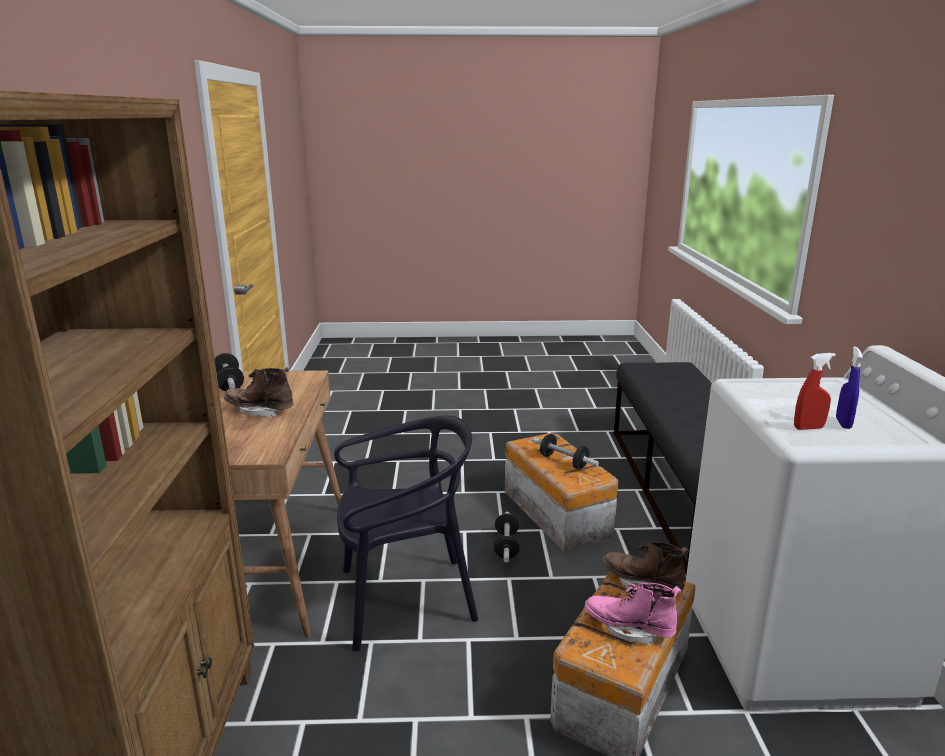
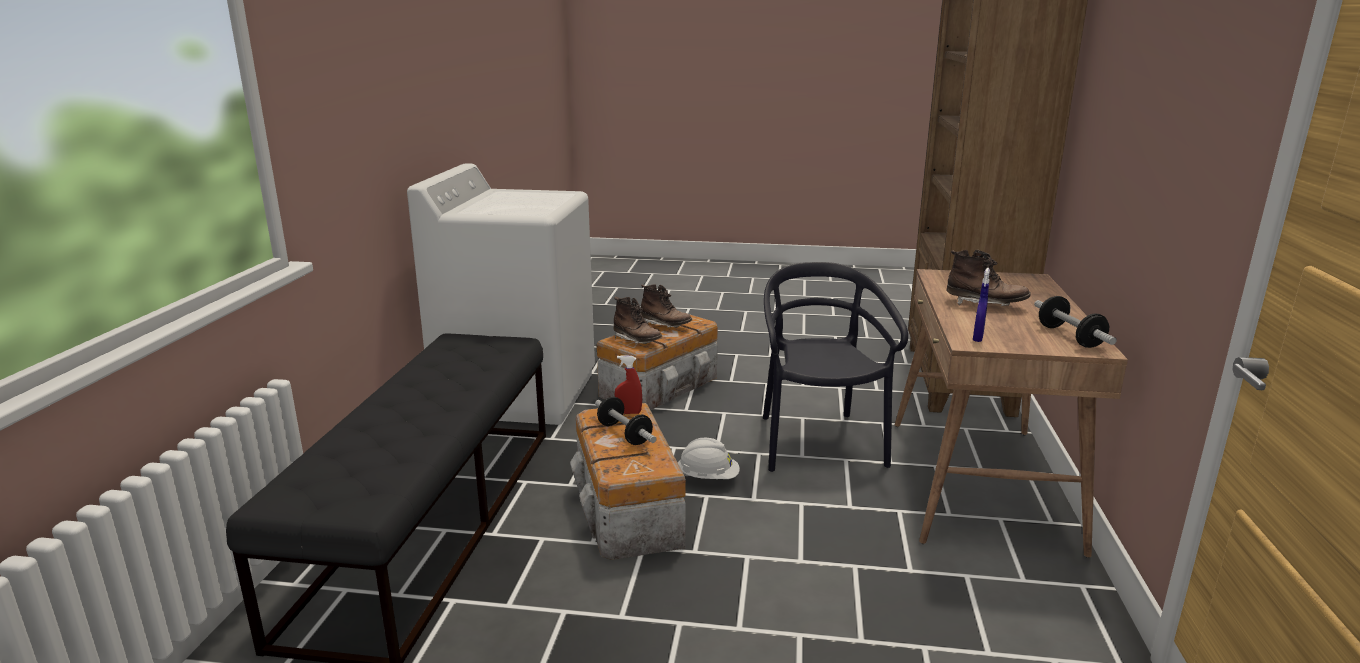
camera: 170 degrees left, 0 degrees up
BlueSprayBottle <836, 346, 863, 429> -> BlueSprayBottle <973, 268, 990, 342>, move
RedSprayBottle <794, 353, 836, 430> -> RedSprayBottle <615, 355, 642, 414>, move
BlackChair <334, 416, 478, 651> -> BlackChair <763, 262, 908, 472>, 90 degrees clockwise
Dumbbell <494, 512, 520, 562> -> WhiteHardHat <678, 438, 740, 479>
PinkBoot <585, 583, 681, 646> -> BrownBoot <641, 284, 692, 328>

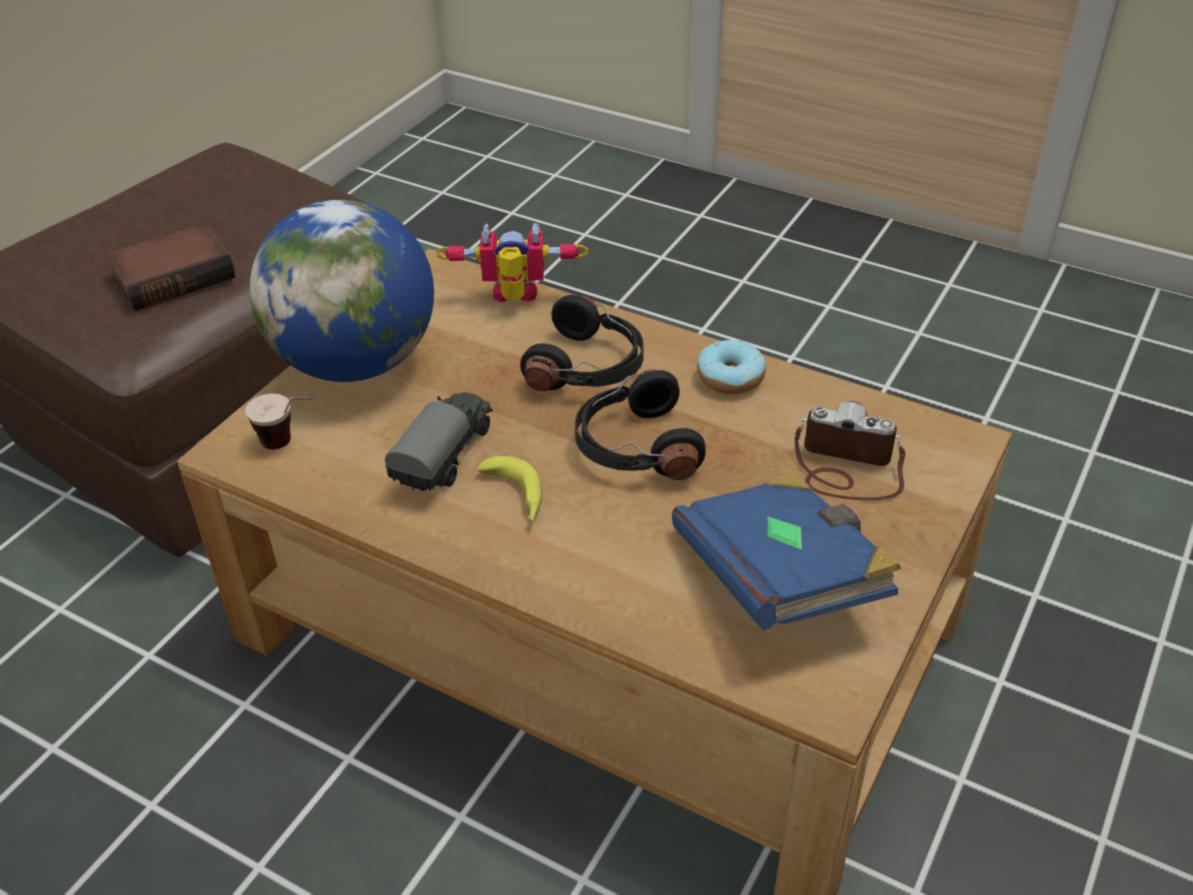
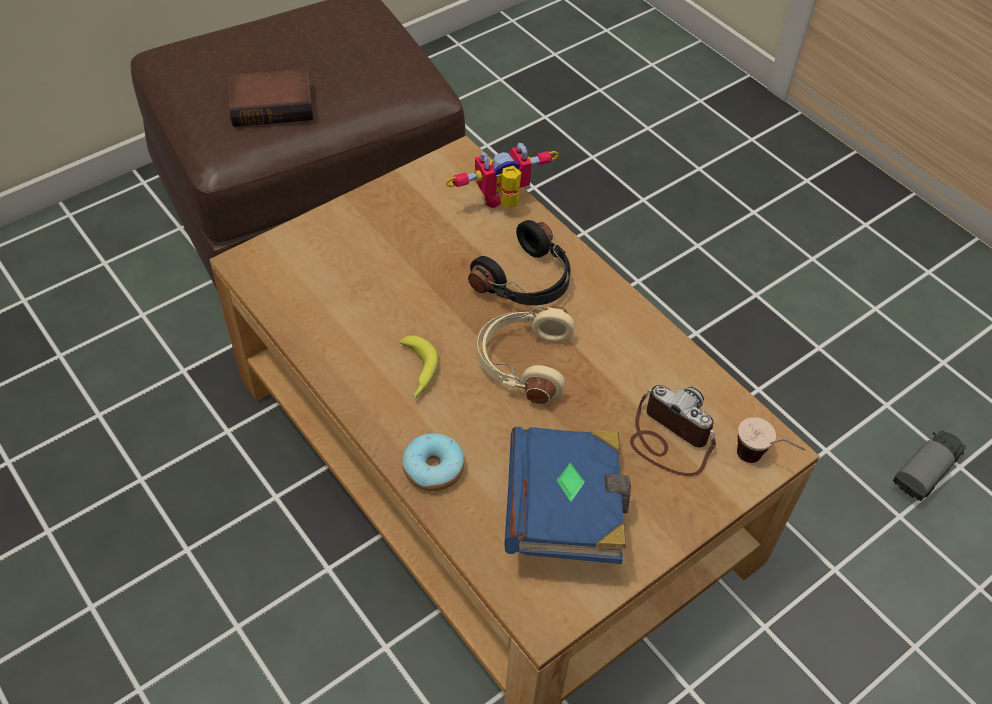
camera: 20 degrees right, 10 degrees up
Globe <250, 200, 434, 382> -> none
ToyRobot <436, 223, 588, 302> -> ToyRobot <446, 143, 559, 208>, 45 degrees counterclockwise
Donut <697, 339, 766, 394> -> Donut <403, 433, 464, 491>, move
BlackHeadphones <575, 369, 706, 480> -> BeigeHeadphones <477, 306, 575, 404>
ToyTruck <385, 392, 493, 492> -> ToyTruck <893, 430, 965, 501>, move
Cup <245, 394, 315, 450> -> Cup <737, 417, 805, 463>, move

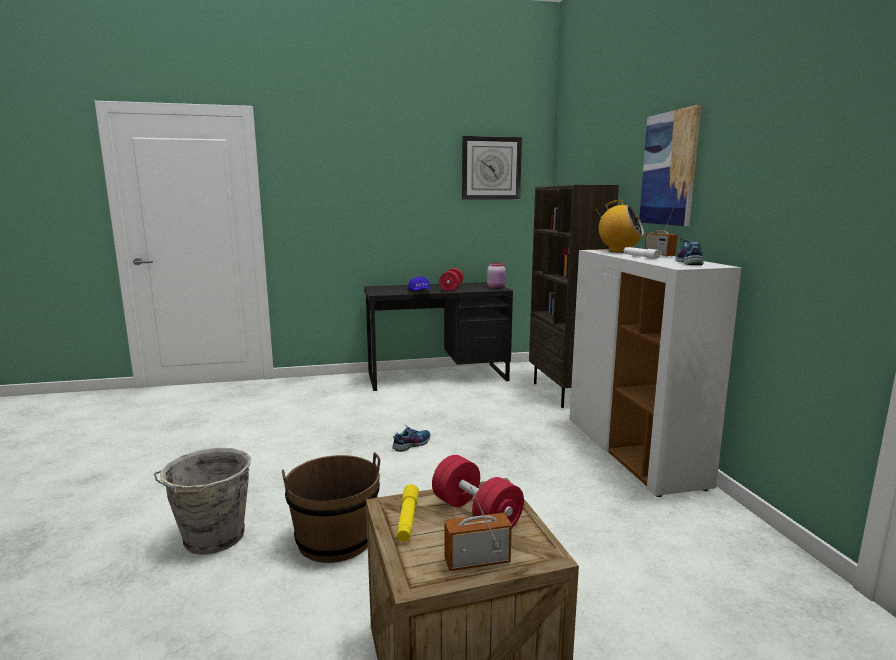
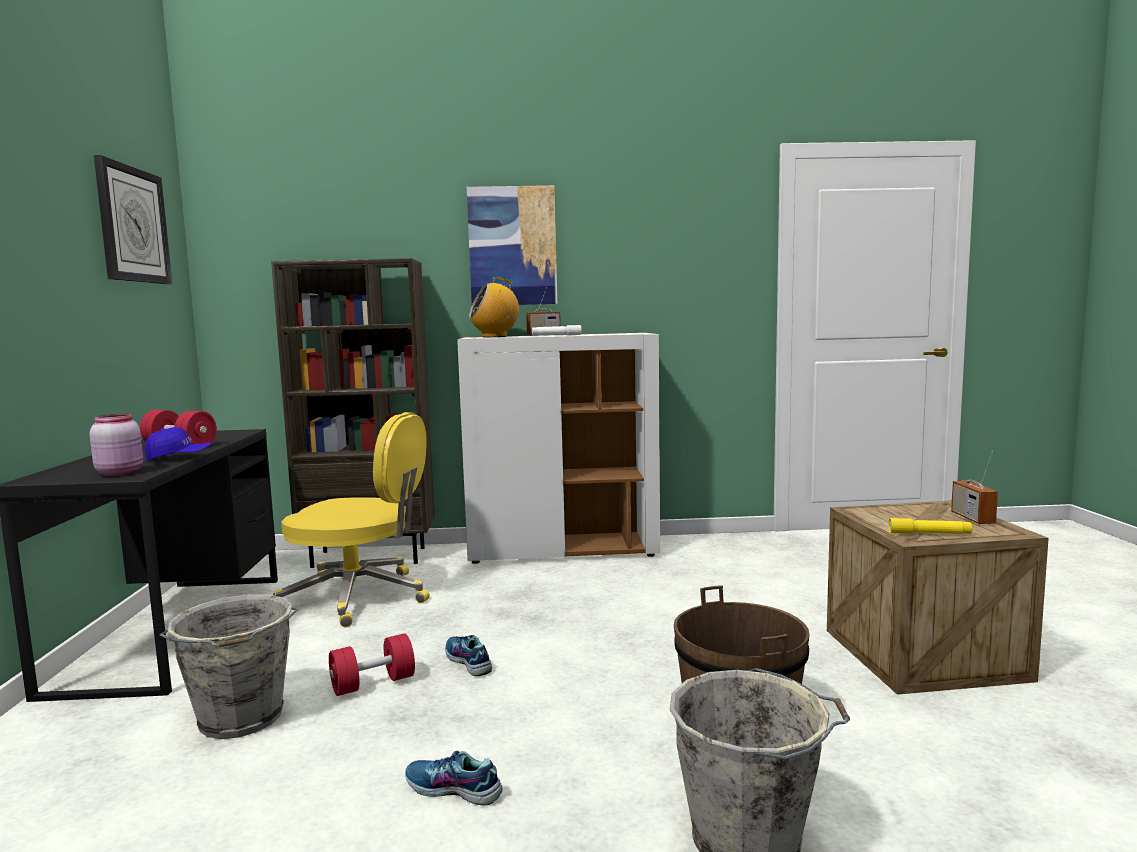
camera: 80 degrees left, 5 degrees down
Radio <596, 200, 644, 253> -> Radio <469, 277, 519, 337>, 150 degrees counterclockwise
Shoe <675, 238, 704, 265> -> Shoe <405, 751, 503, 806>, move
PinkJar <487, 262, 506, 289> -> PinkJar <89, 414, 143, 476>, move
RedDumbbell <432, 455, 524, 528> -> RedDumbbell <329, 633, 415, 696>, move
none -> YellowOfficeChair <273, 412, 430, 628>
none -> GreyBucket <160, 594, 298, 739>

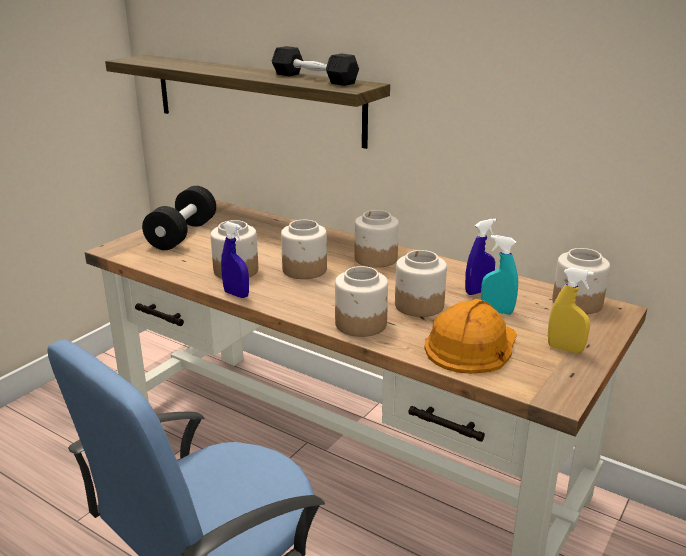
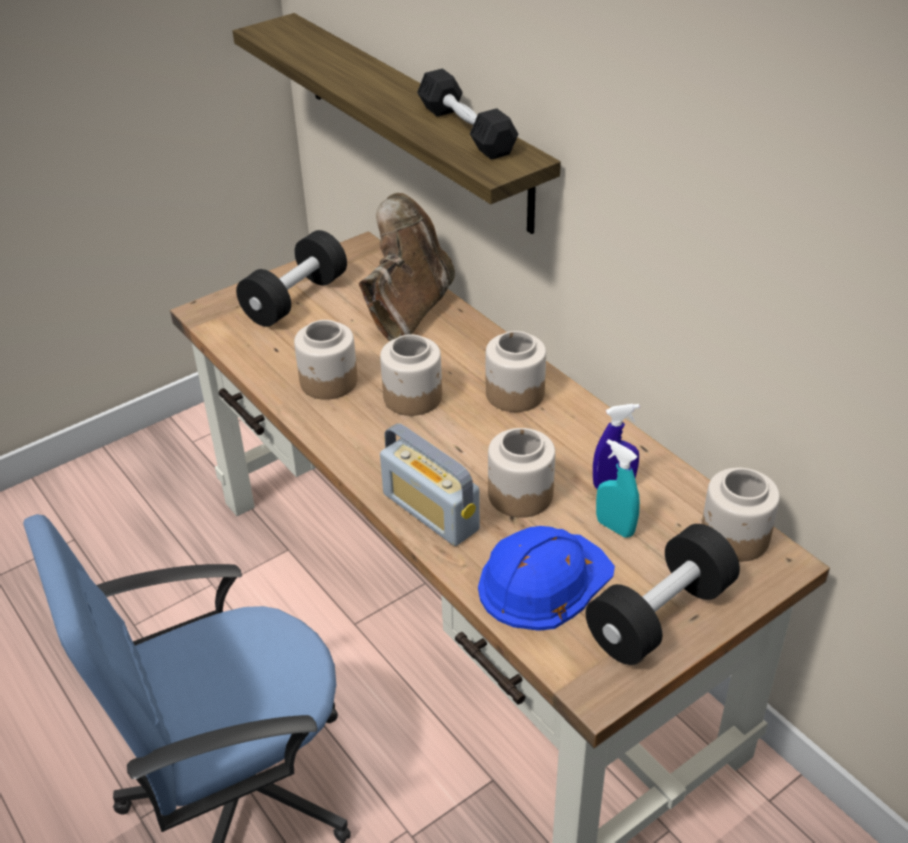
camera: 20 degrees right, 15 degrees up
BlueSprayBottle <221, 222, 249, 298> -> none
Jar <335, 266, 388, 337> -> Radio <380, 423, 480, 546>
YellowSprayBottle <548, 267, 594, 353> -> BlackDumbbell <586, 524, 740, 665>
OrangeHardHat <424, 299, 517, 374> -> BlueHardHat <478, 526, 615, 631>
none -> BrownBoot <359, 193, 455, 341>

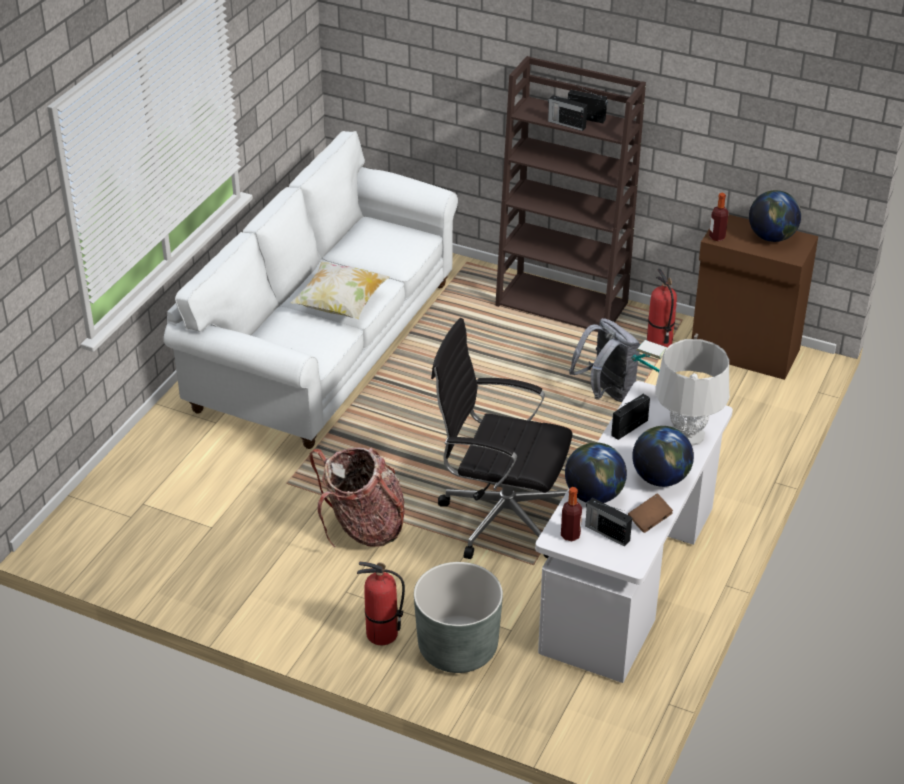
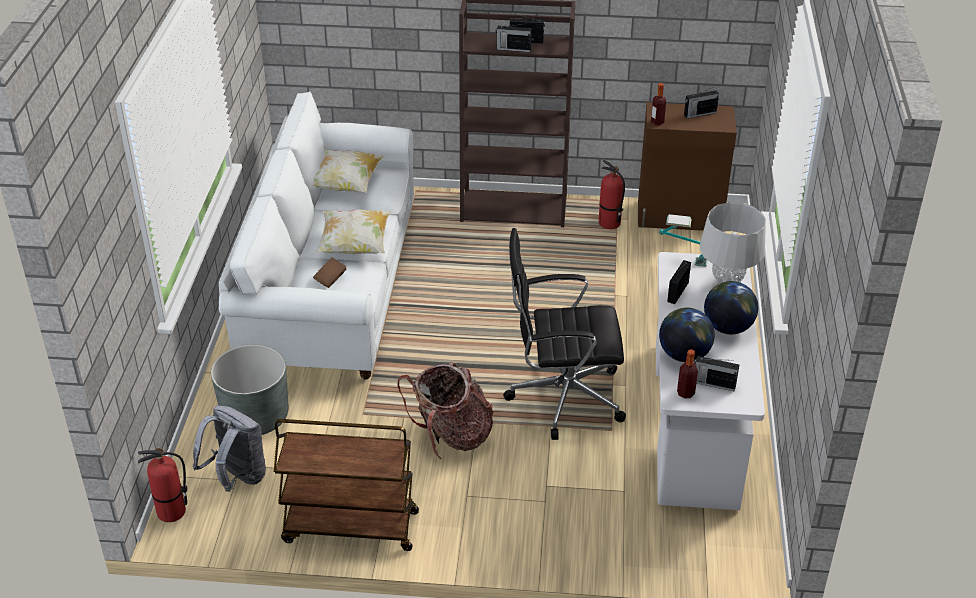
camera: 20 degrees left, 0 degrees up
Globe <749, 190, 801, 242> -> Radio <684, 87, 719, 118>
GreyBackpack <569, 318, 640, 402> -> GreyBackpack <193, 405, 266, 492>, move
BrownBook <628, 493, 673, 533> -> BrownBook <313, 257, 347, 288>, move
FireExtinguisher <357, 562, 405, 645> -> FireExtinguisher <138, 448, 187, 522>, move
GreyPlanter <414, 562, 503, 673> -> GreyPlanter <211, 344, 288, 435>, move
none -> Pillow <312, 149, 384, 193>
none -> BrownCart <273, 419, 419, 551>

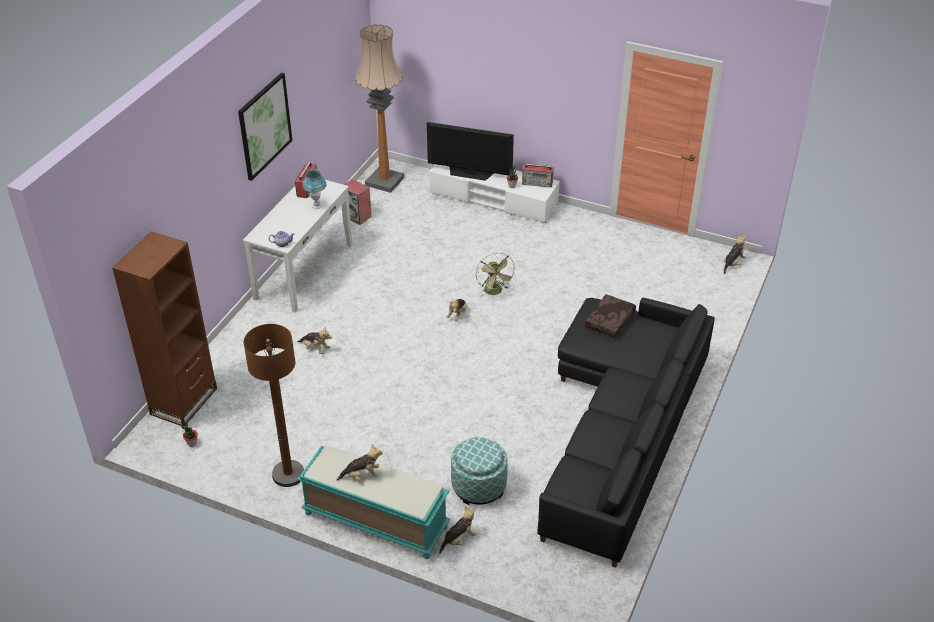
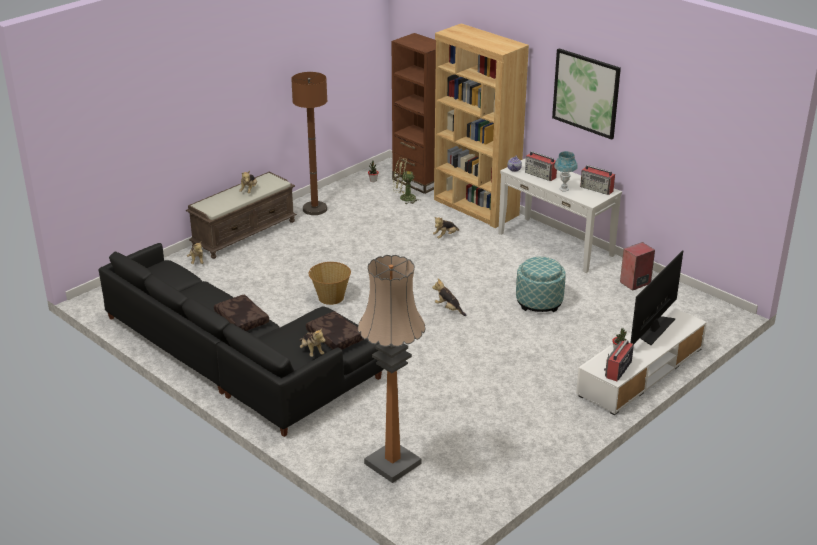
camera: 110 degrees right, 10 degrees down
FloorLamp <355, 24, 404, 193> -> FloorLamp <358, 255, 425, 483>, move
PlushToy <724, 235, 746, 274> -> PlushToy <299, 328, 326, 357>, move
GreenFan <476, 253, 516, 297> -> GreenFan <393, 158, 420, 205>, move
Ottoman <451, 437, 508, 505> -> Ottoman <516, 257, 566, 312>, move
TurquoiseBench <297, 446, 450, 559> -> BrownBench <186, 171, 297, 259>
none -> BrownBookcase <434, 23, 529, 228>
none -> Radio <525, 151, 557, 181>
none -> Basket <309, 262, 351, 305>
none -> BrownPillow <214, 294, 269, 331>

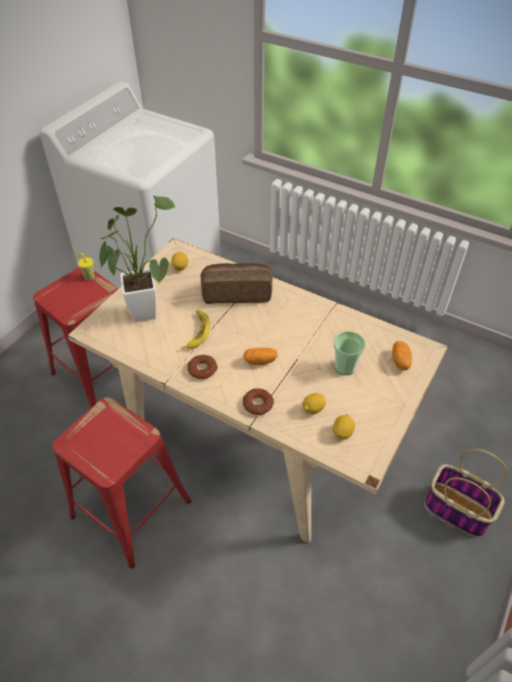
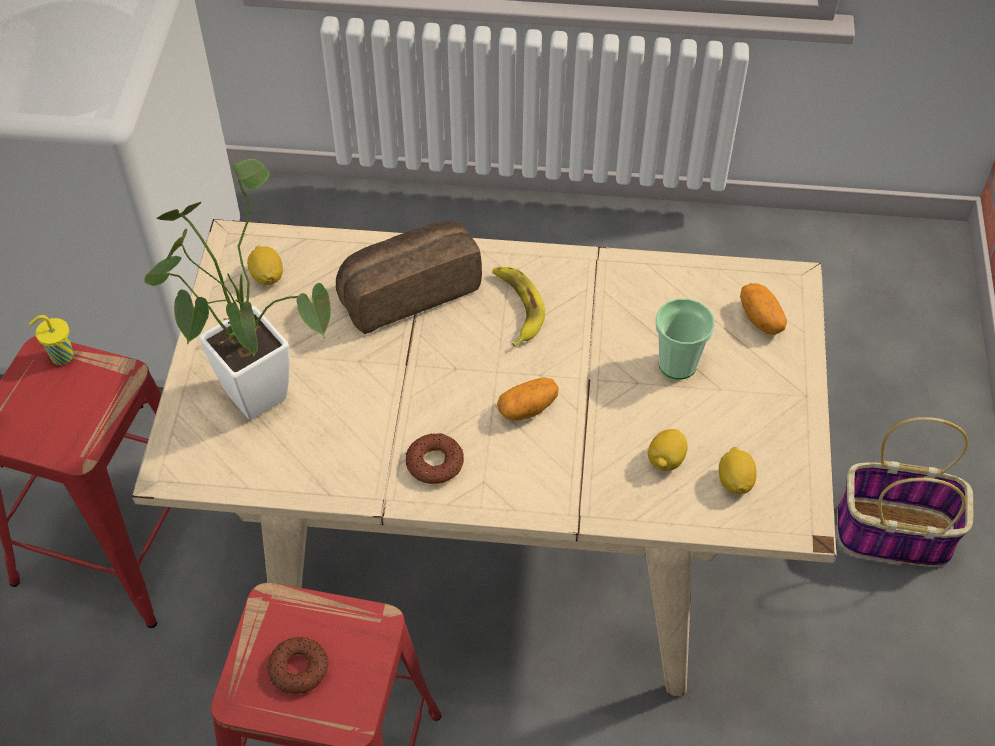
camera: 25 degrees left, 5 degrees up
Banana <181, 310, 210, 349> -> Banana <492, 267, 545, 346>, move
Donut <243, 388, 274, 415> -> Donut <267, 637, 328, 694>, move

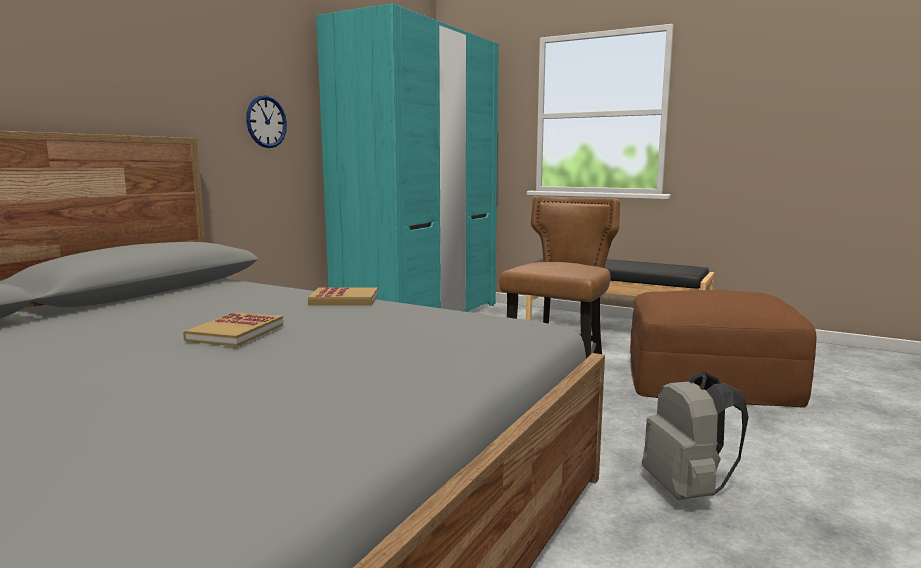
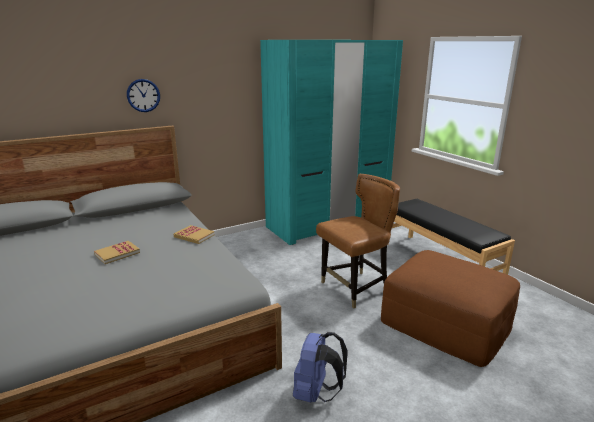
camera: 30 degrees right, 10 degrees up
WallClock <246, 95, 287, 148> -> WallClock <127, 79, 160, 112>, move
GreyBackpack <642, 372, 749, 500> -> BlueBackpack <293, 332, 348, 403>

